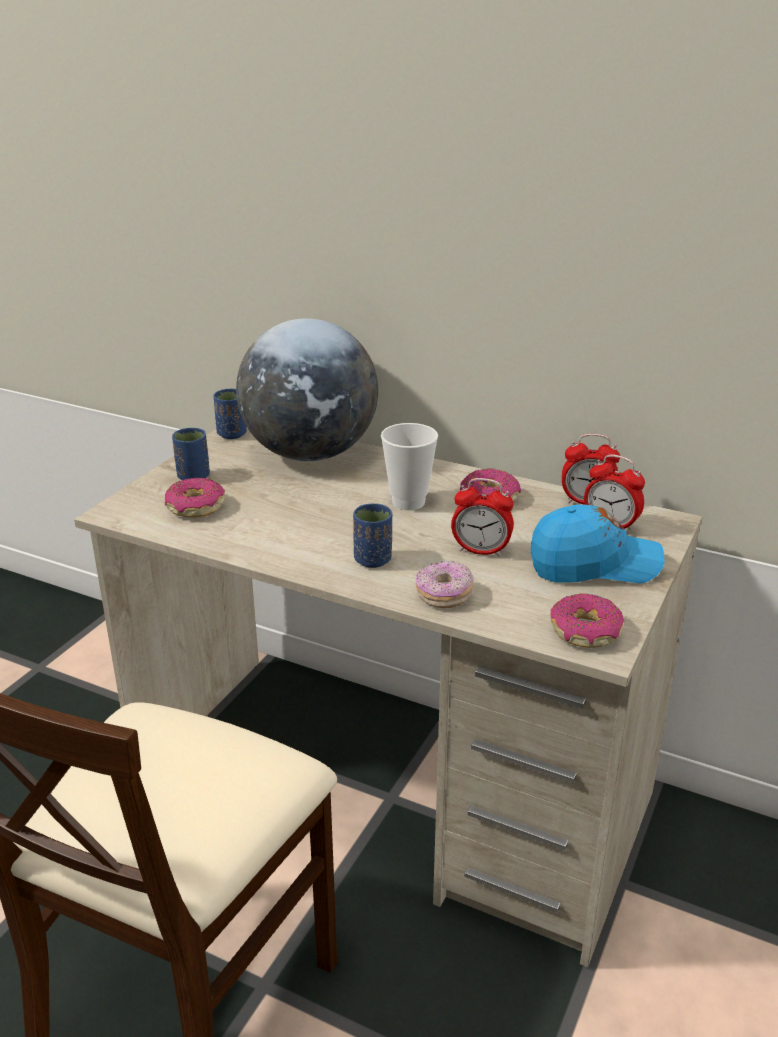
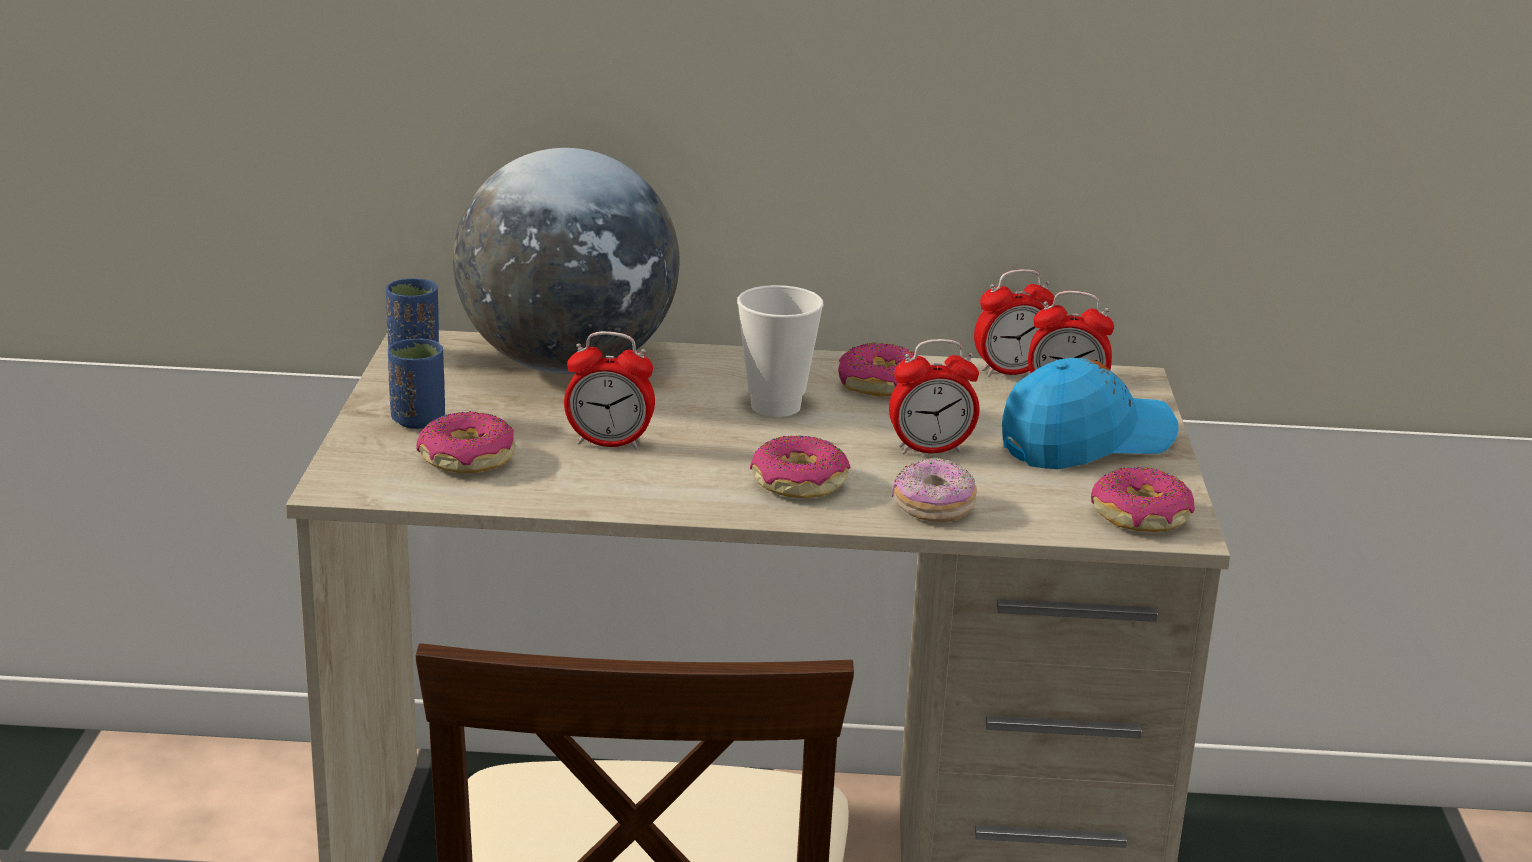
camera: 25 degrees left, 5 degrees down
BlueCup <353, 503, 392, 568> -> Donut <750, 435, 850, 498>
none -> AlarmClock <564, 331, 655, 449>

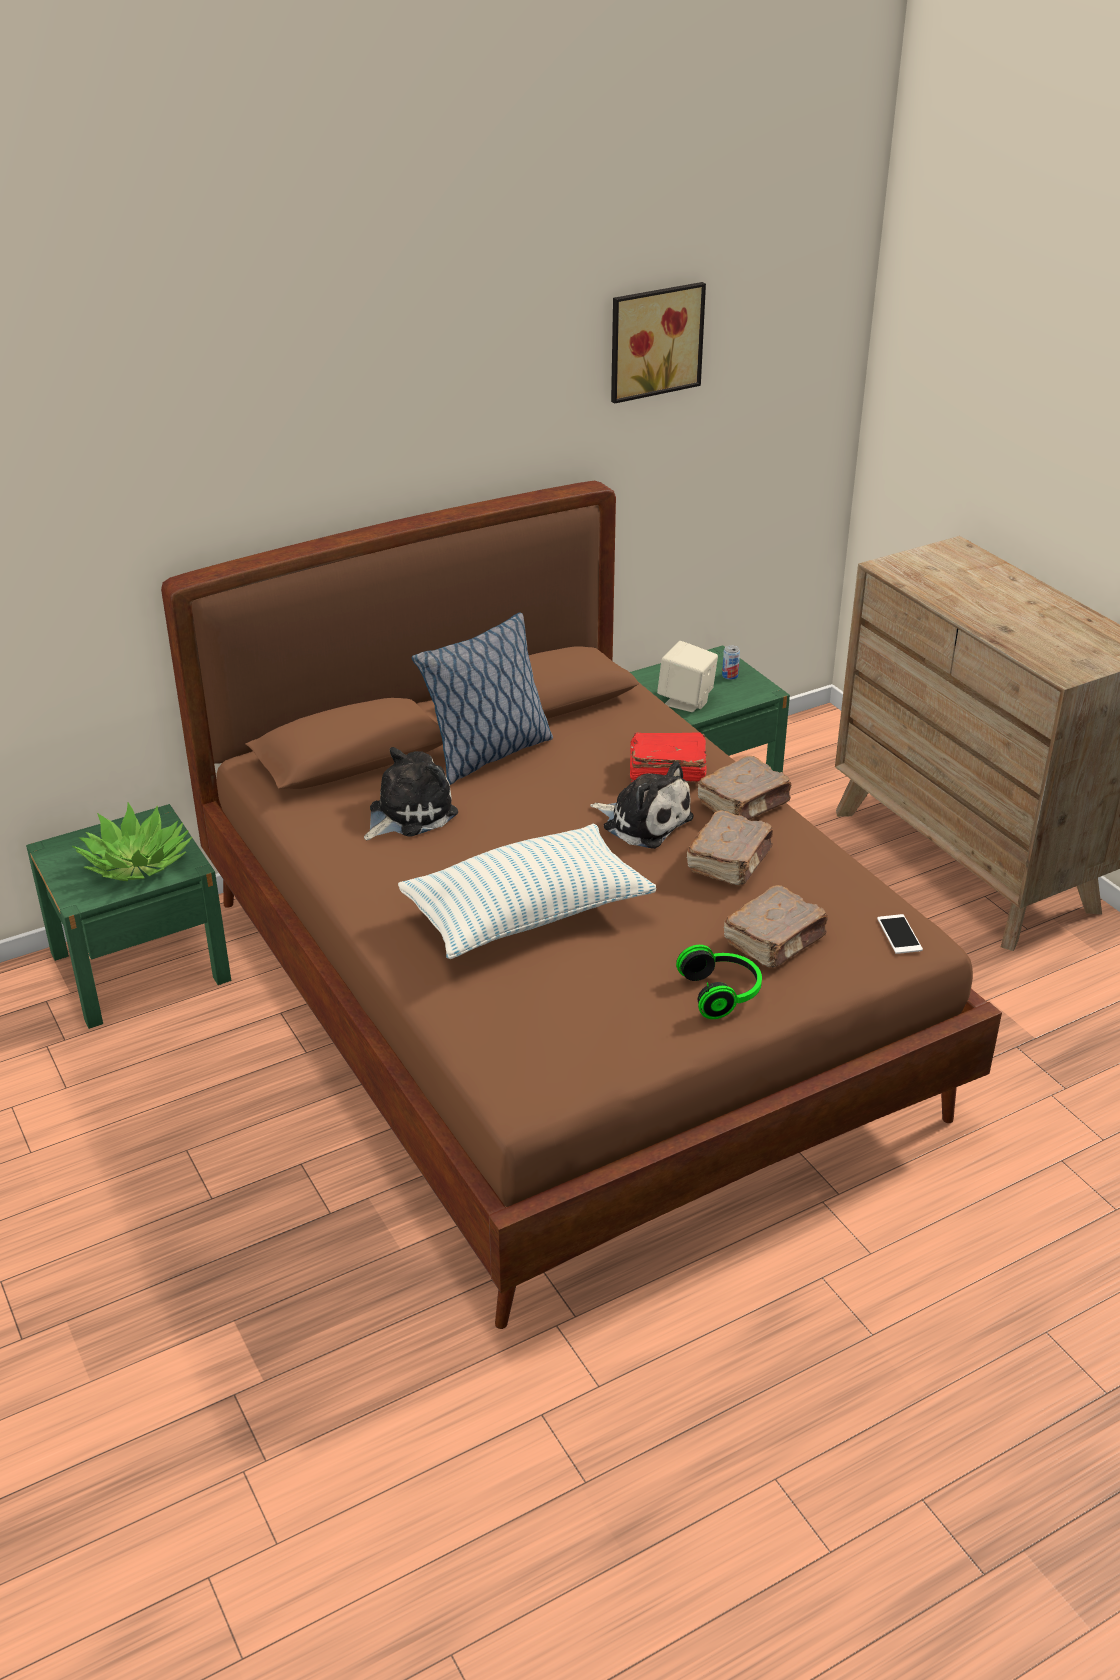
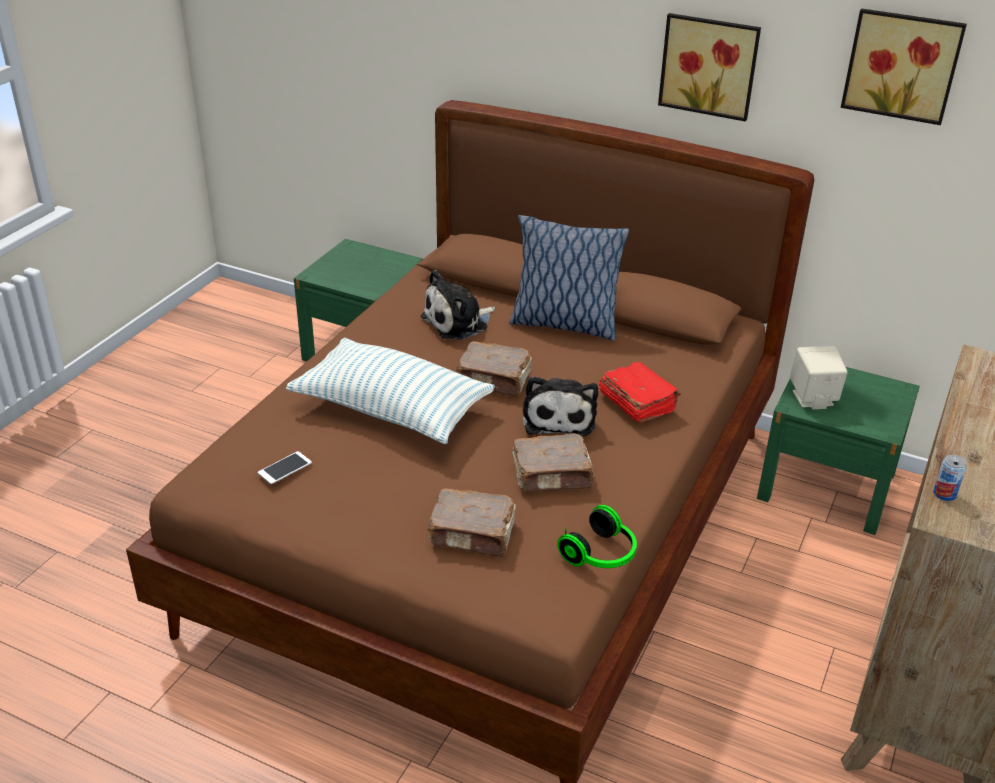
camera: 55 degrees right, 0 degrees up
Can <722, 645, 740, 680> -> Can <933, 455, 967, 501>, move
PlushToy <364, 747, 458, 840> -> PlushToy <421, 270, 495, 340>, 135 degrees clockwise
BrownBook <697, 756, 791, 820> -> BrownBook <456, 341, 532, 396>, move
PottedPlant <72, 803, 192, 881> -> none
Phone <877, 914, 923, 954> -> Phone <258, 451, 312, 484>, move
Headphones <676, 945, 762, 1019> -> Headphones <557, 505, 637, 568>, move
none -> Picture <658, 13, 761, 122>

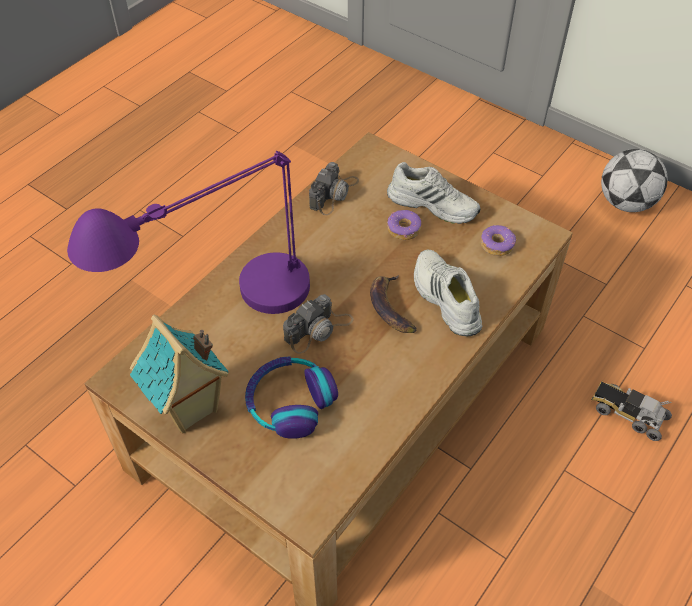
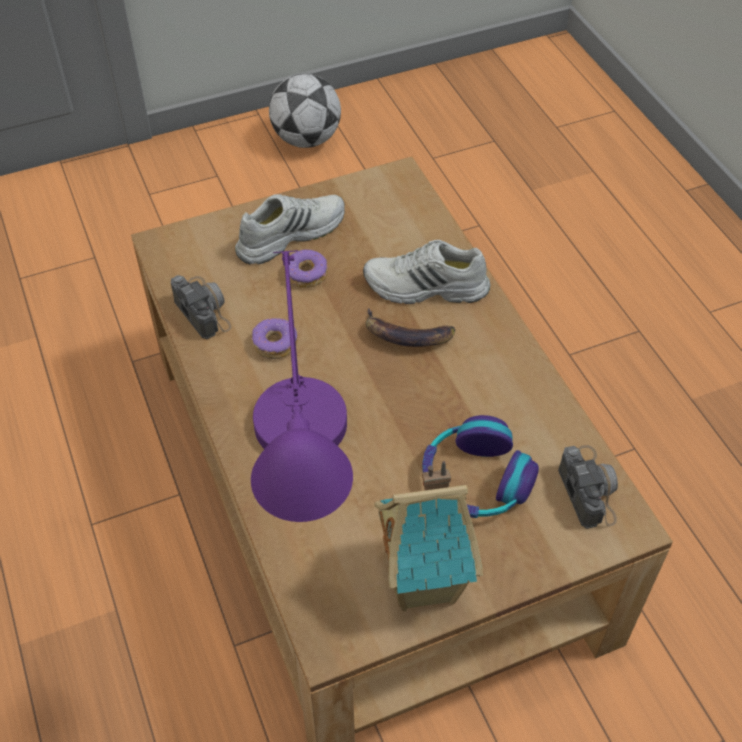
camera: 60 degrees left, 0 degrees up
Donut <481, 225, 517, 256> -> Donut <252, 318, 297, 359>, move
PhotoCamera <283, 294, 354, 354> -> PhotoCamera <558, 445, 618, 529>, move
ToyTruck <591, 380, 672, 441> -> none

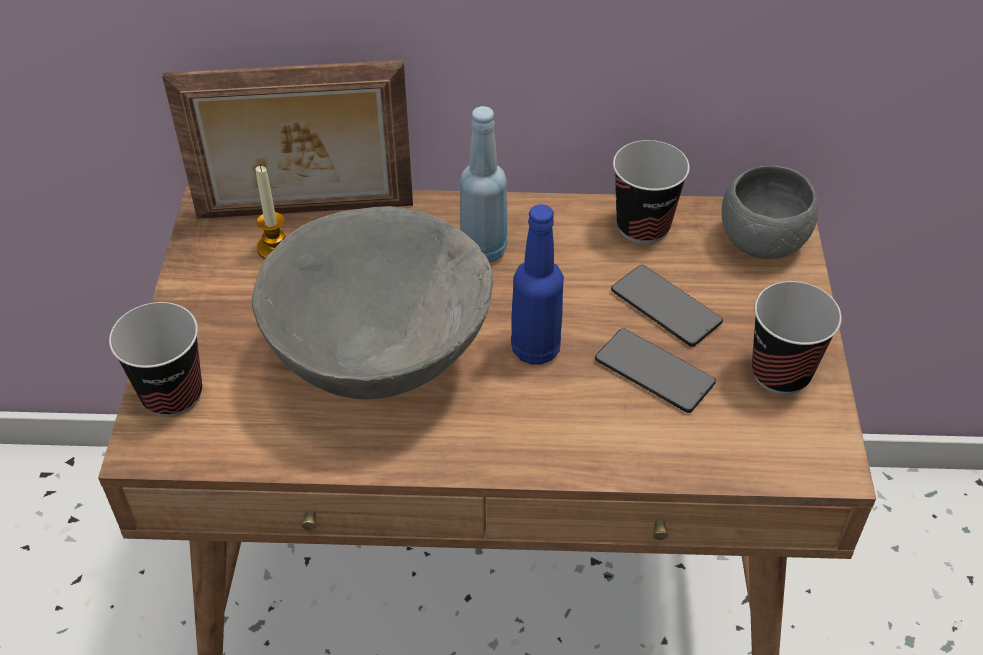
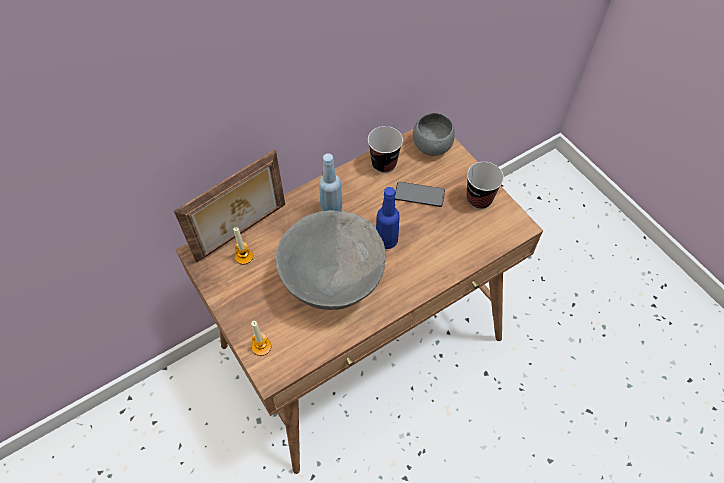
camera: 35 degrees left, 10 degrees up
Cup <109, 302, 202, 417> -> Candle <251, 321, 271, 356>
Phone <595, 328, 716, 413> -> none

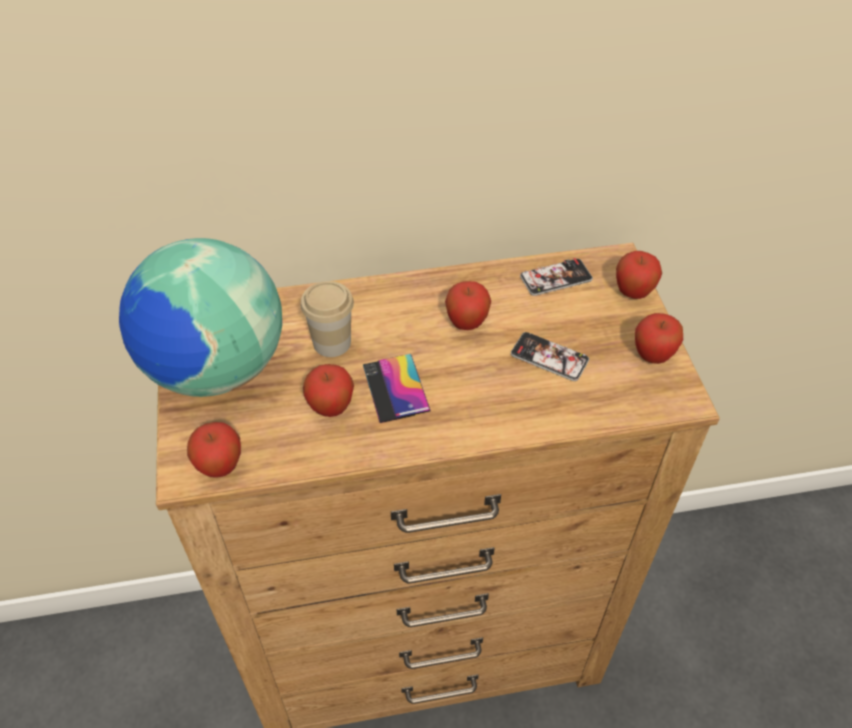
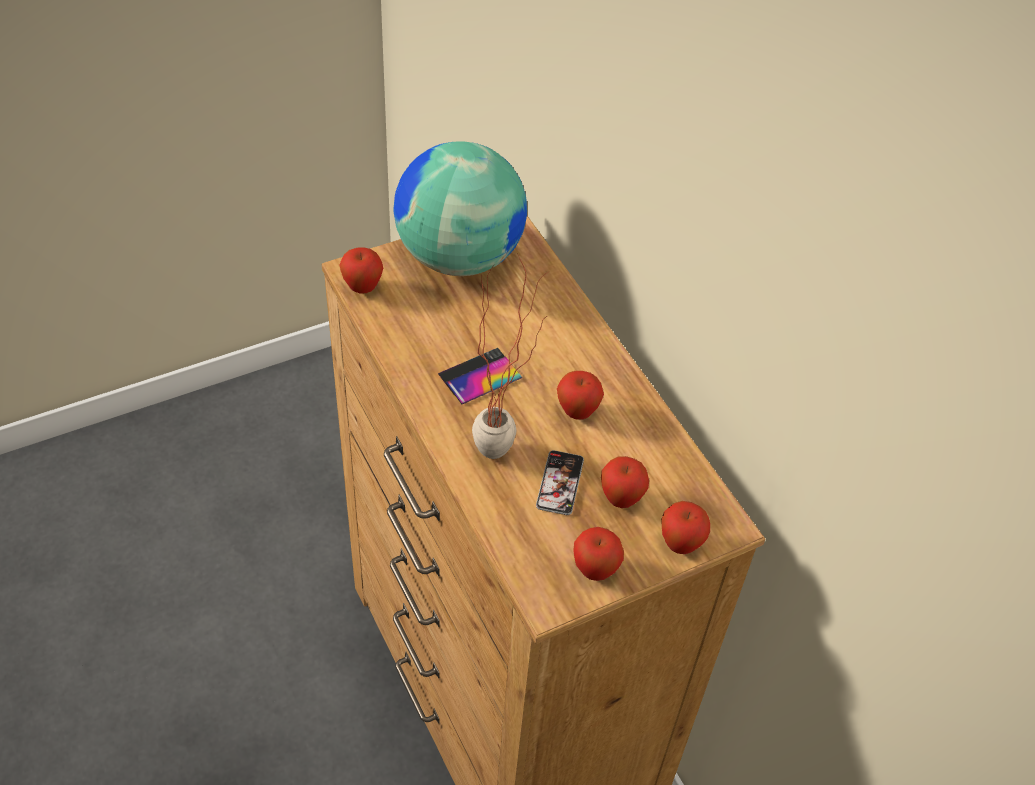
camera: 70 degrees right, 0 degrees up
Phone <520, 258, 593, 296> -> none
Cup <301, 281, 354, 357> -> none
Apple <303, 364, 354, 417> -> Apple <601, 456, 649, 508>, move
none -> PottedPlant <472, 253, 548, 459>

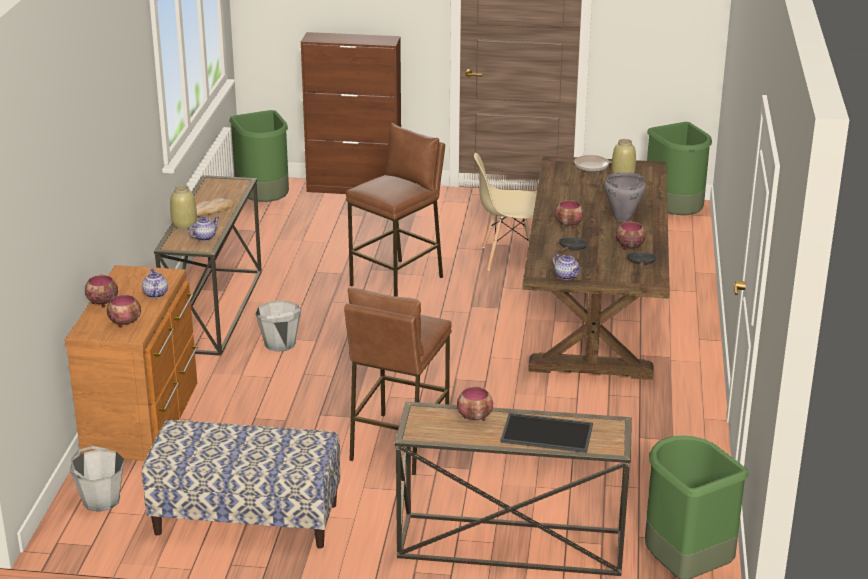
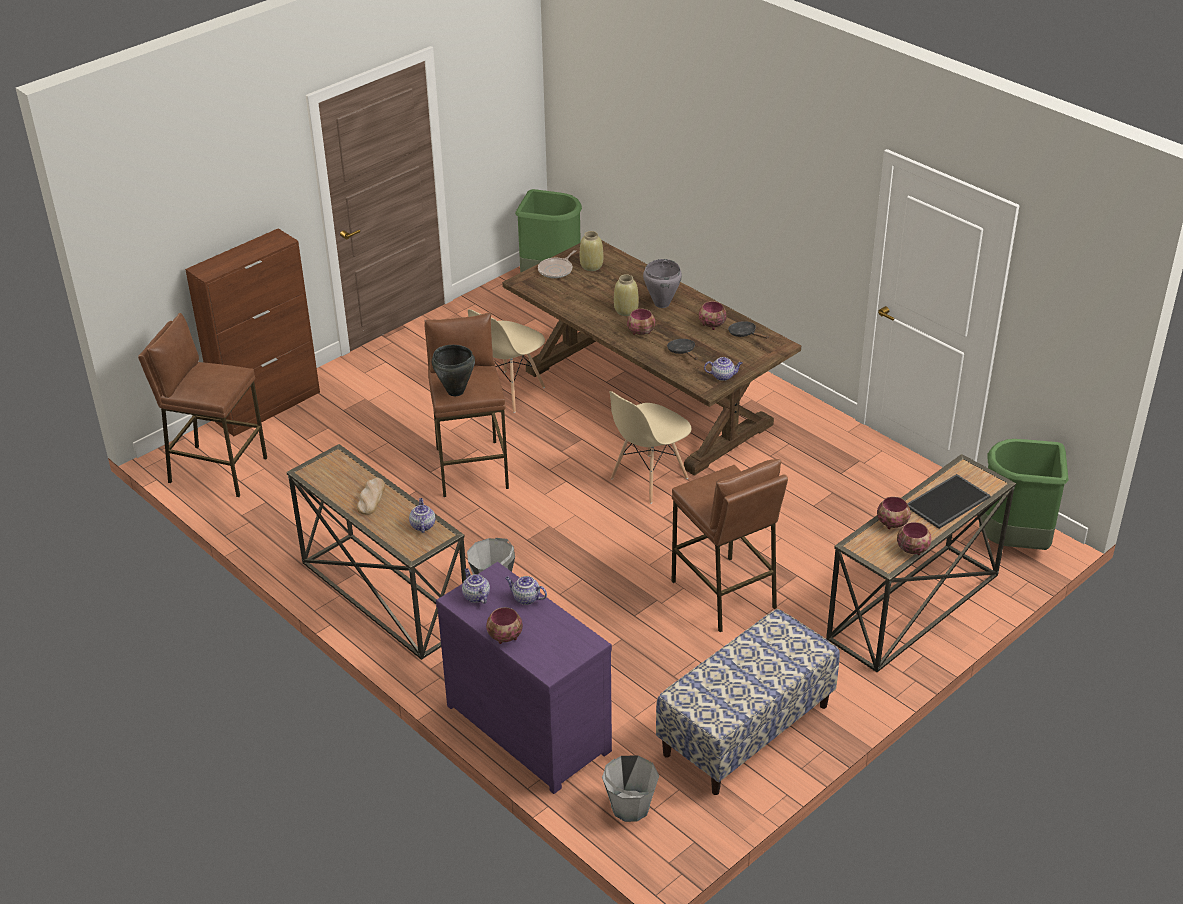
camera: 50 degrees left, 10 degrees up
GreenTrashCan <229, 110, 289, 202> -> BrownStool <138, 313, 267, 497>
BeigeVase <170, 185, 197, 229> -> BeigeVase <614, 274, 639, 316>, move
BrownDresser <65, 265, 198, 461> -> PurpleDresser <436, 562, 612, 794>
Bowl <107, 295, 141, 327> -> Bowl <897, 522, 931, 555>, move
none -> BlackCookingPot <432, 345, 475, 396>
none -> BeigeChair <610, 391, 691, 504>
none -> Teapot <462, 568, 490, 604>

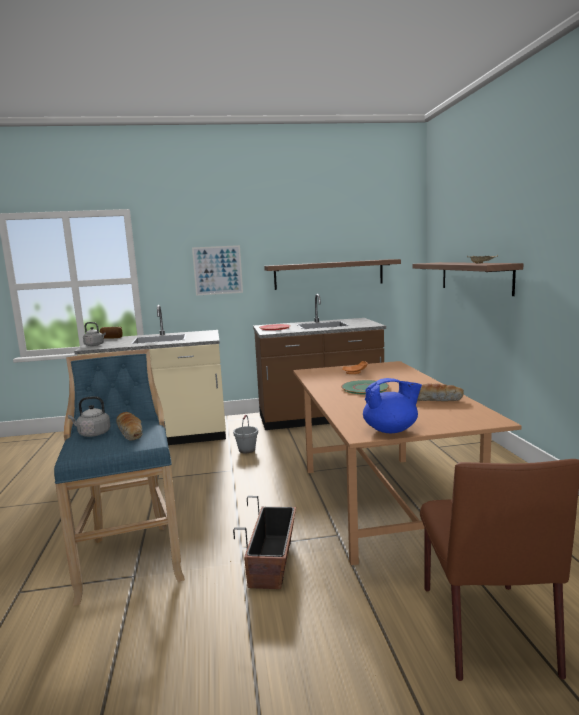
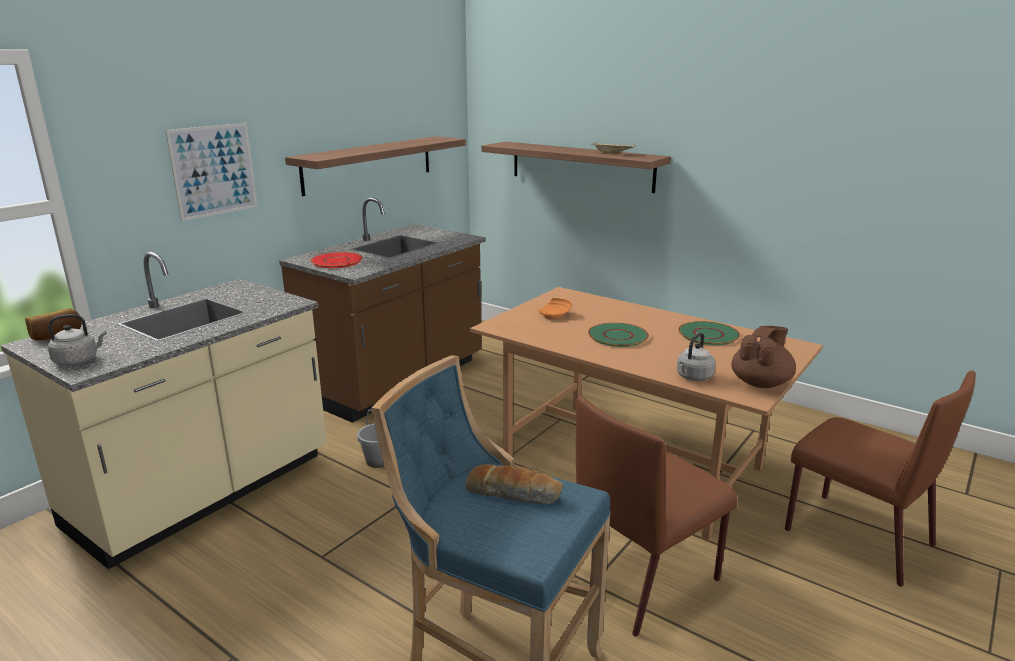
camera: 45 degrees left, 10 degrees up
BlueTeapot <363, 378, 422, 433> -> BrownTeapot <731, 326, 796, 388>
Bread <417, 383, 464, 402> -> GreenPlate <678, 321, 740, 345>
GreyKettle <68, 396, 111, 437> -> GreyKettle <677, 332, 716, 381>, move
Planter <233, 496, 296, 589> -> BrownChair <576, 396, 737, 637>

